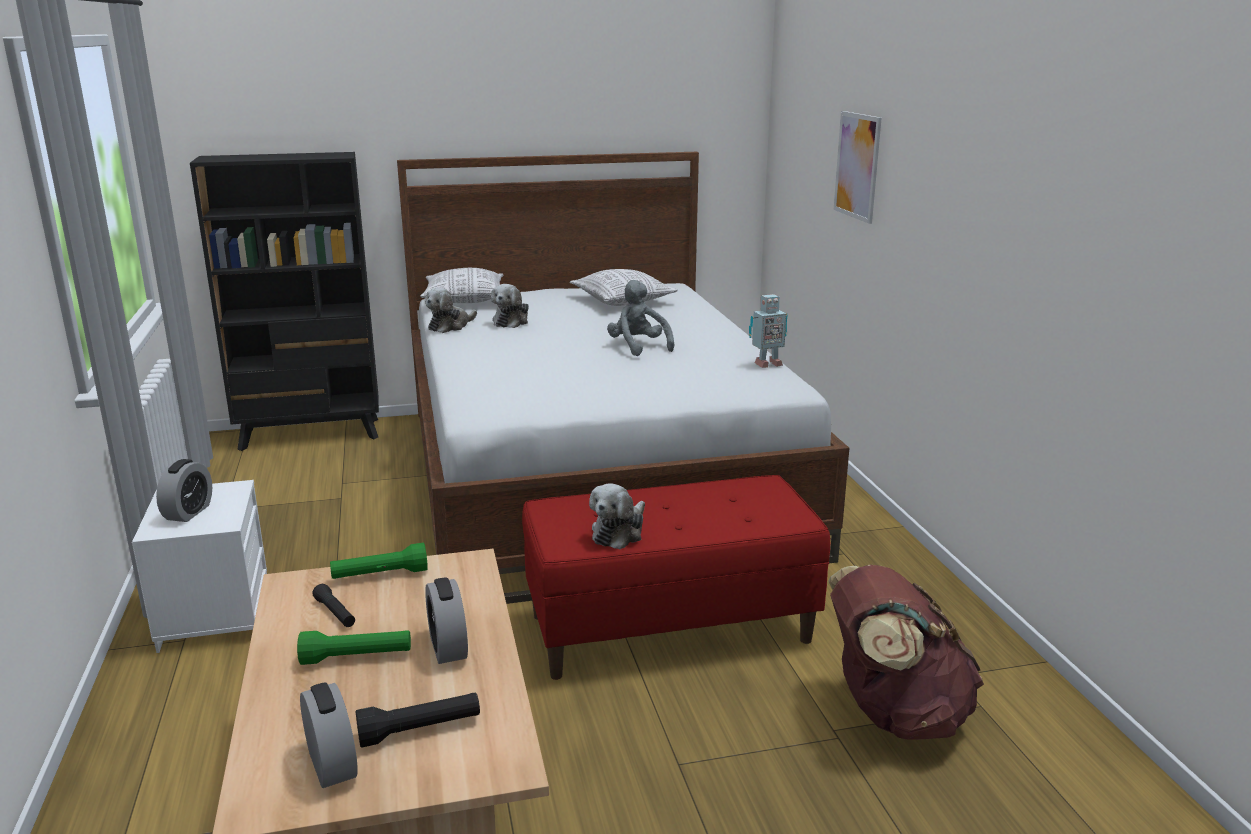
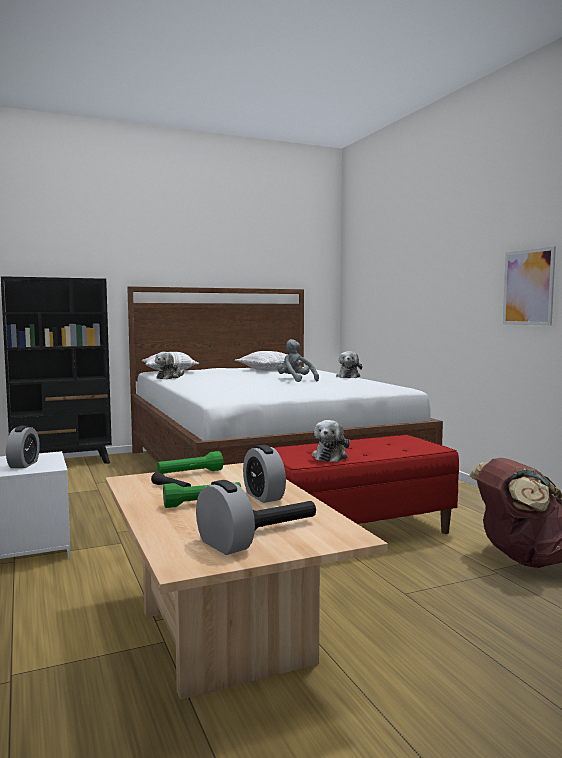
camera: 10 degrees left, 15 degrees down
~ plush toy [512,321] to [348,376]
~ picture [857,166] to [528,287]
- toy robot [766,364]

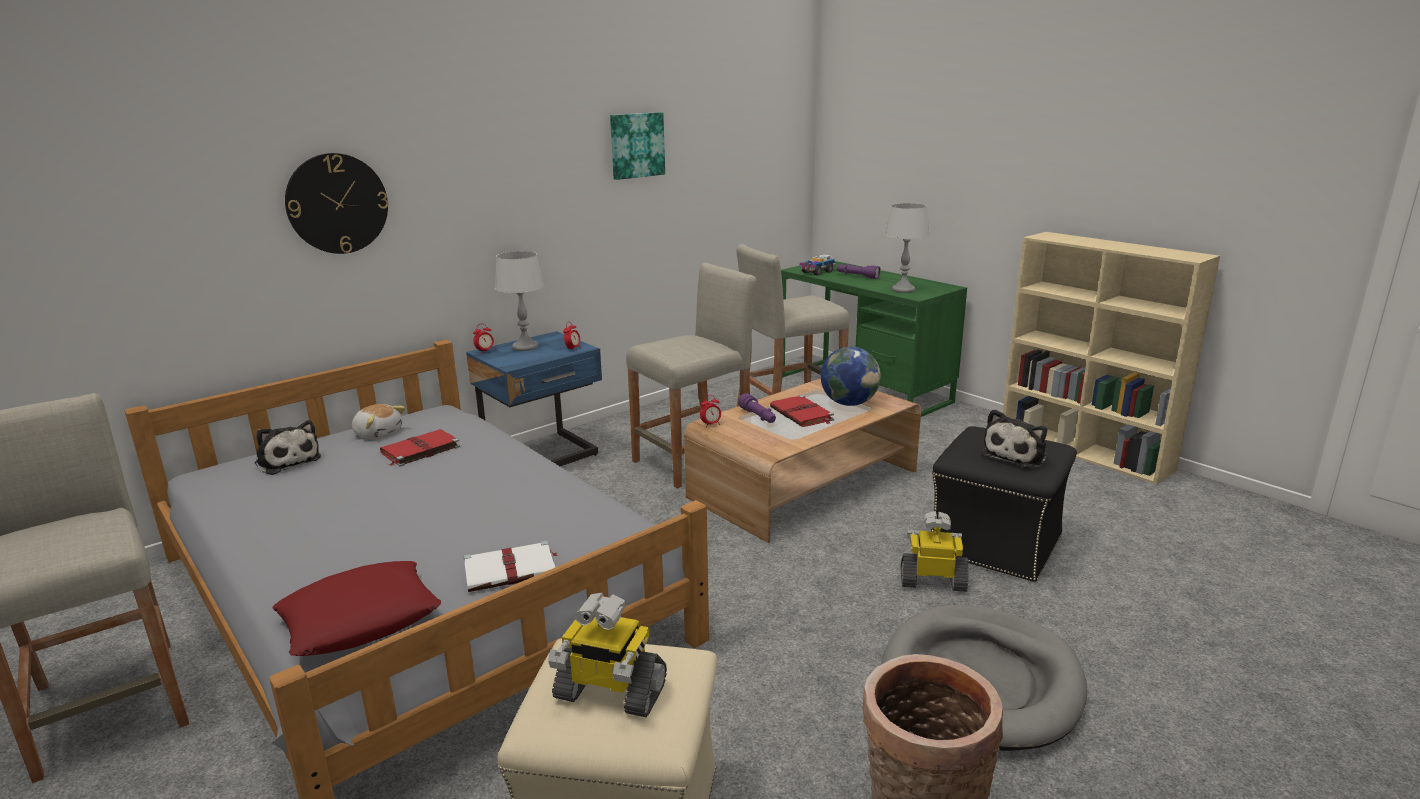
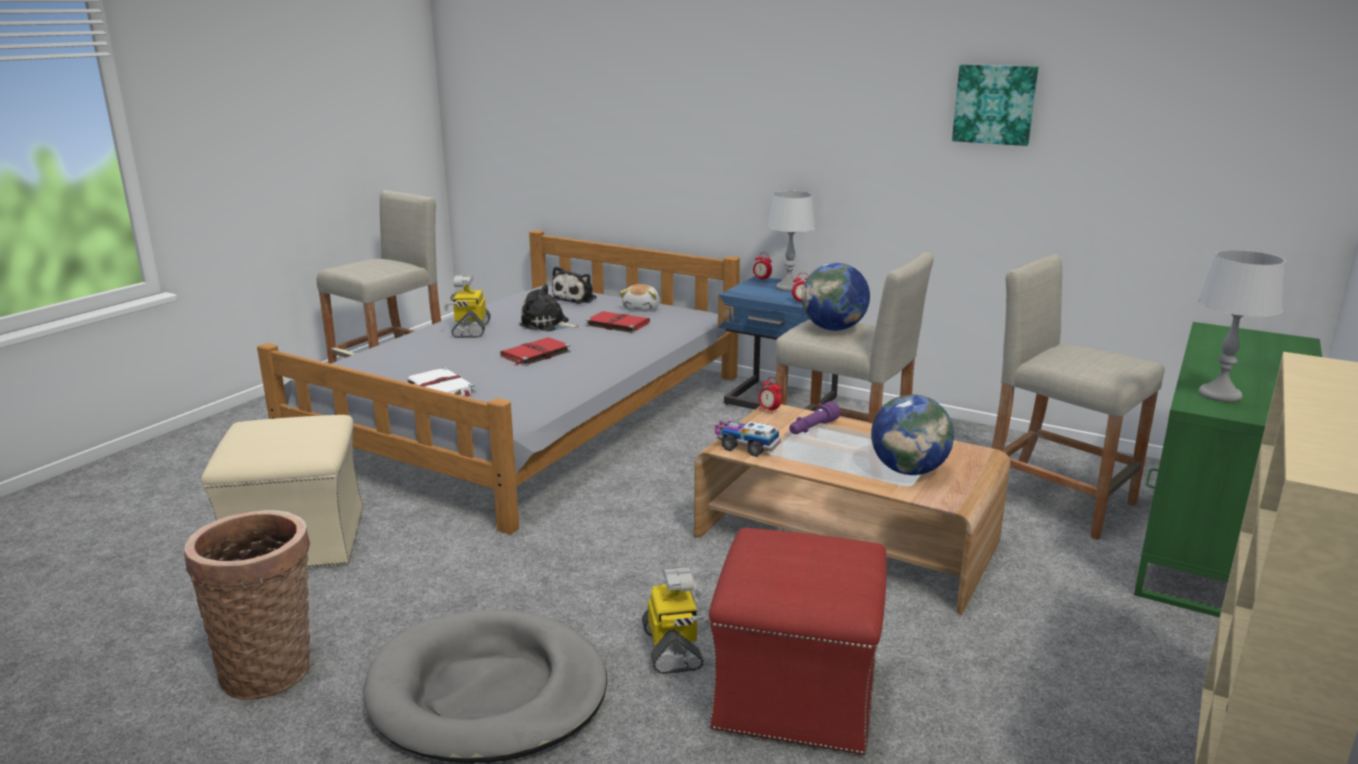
camera: 70 degrees right, 0 degrees up
~ toy robot [609,693] to [470,330]
~ red book [802,414] to [535,354]
~ plush toy [1016,455] to [547,325]
~ black ottoman [996,544] to red ottoman [796,695]
~ toy truck [816,272] to [746,447]
+ globe [833,329]
- red pillow [360,618]
- wall clock [337,203]
- purple flashlight [857,276]

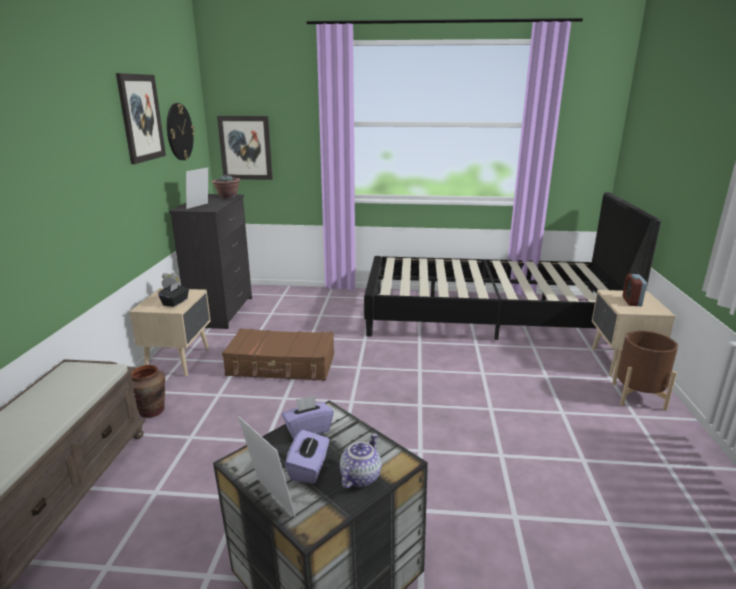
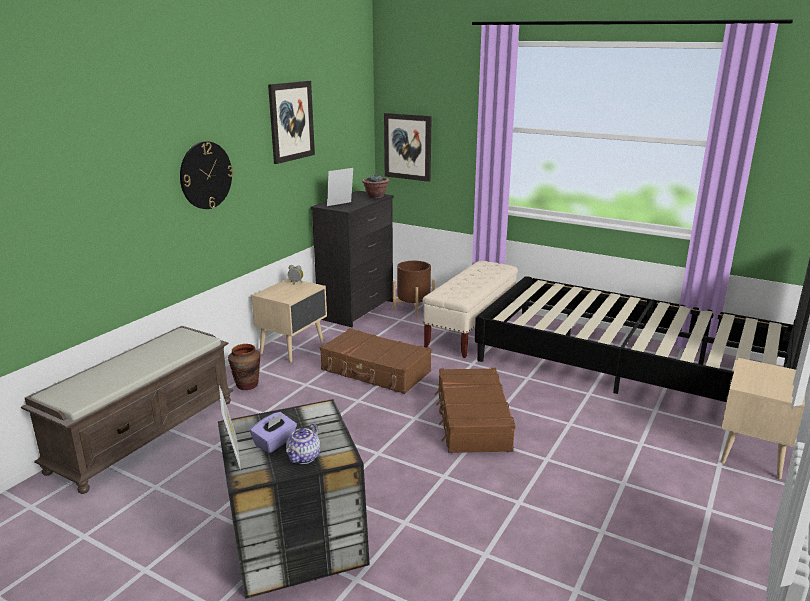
camera: 25 degrees right, 0 degrees up
~ wall clock [179,132] to [205,175]
~ teapot [359,476] = [304,458] 150 degrees clockwise
~ brown planter [638,396] to [413,308]
+ beige bench [471,330]
+ brown suitcase [472,421]
- black tissue box [175,302]
- purple tissue box [308,430]
- alarm clock [631,301]

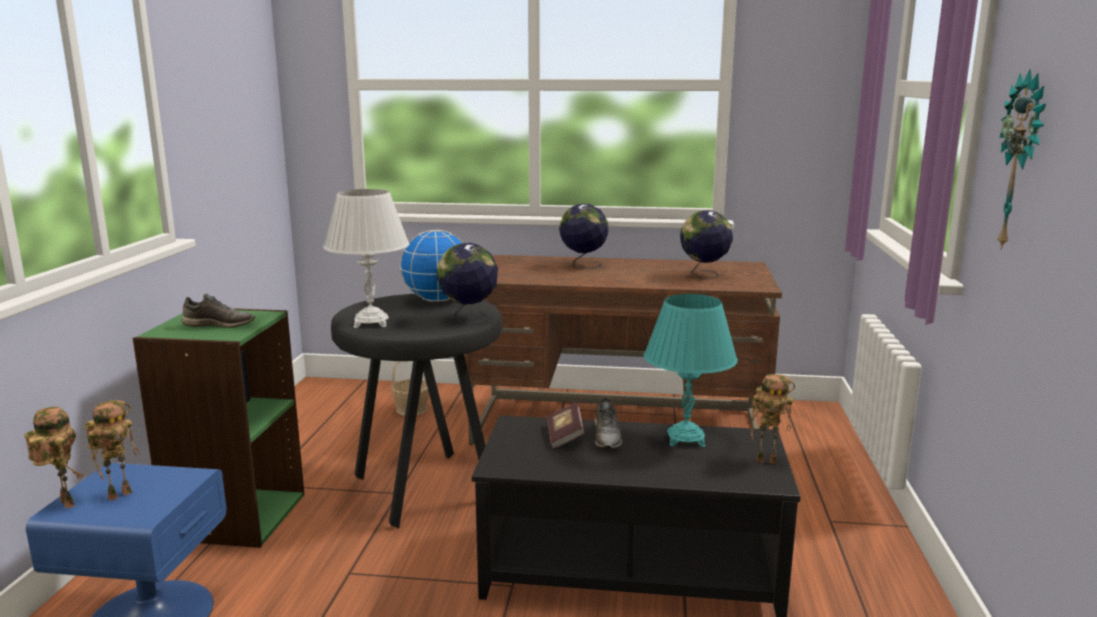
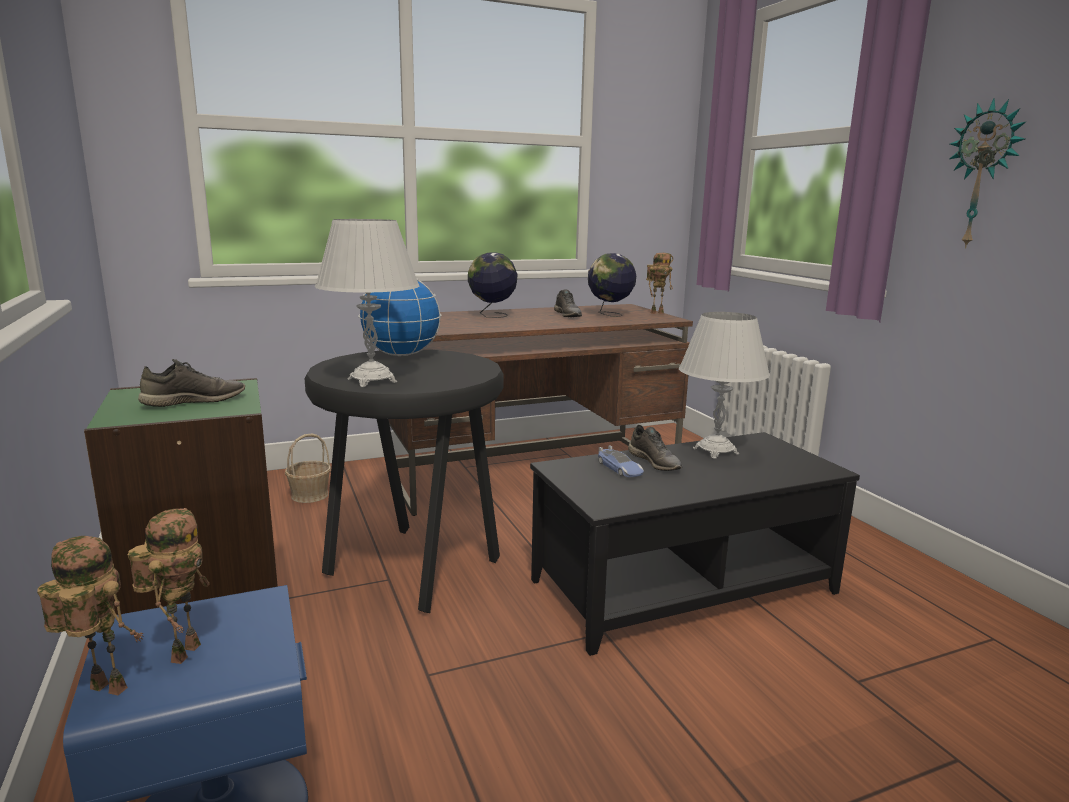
camera: 30 degrees left, 0 degrees up
+ grey shoe [568,315]
~ book [564,436] to toy car [619,469]
~ toy robot [768,460] to [657,313]
~ turquoise table lamp [685,439] to white table lamp [715,451]
- globe [468,319]

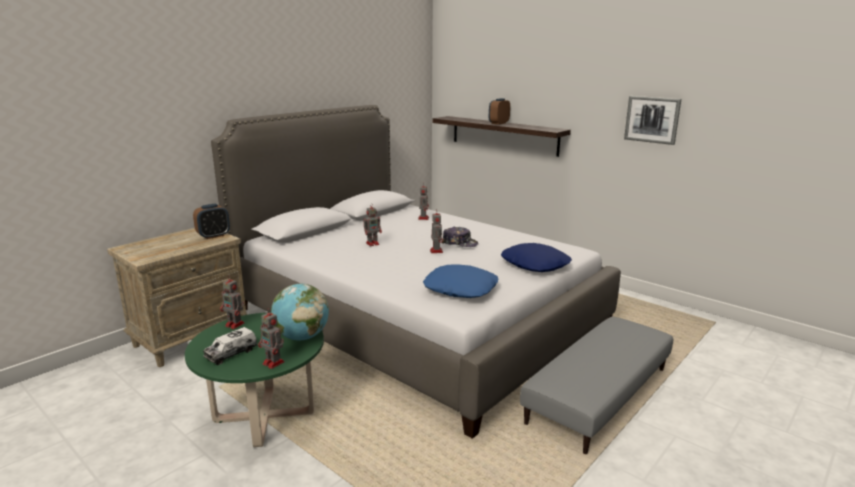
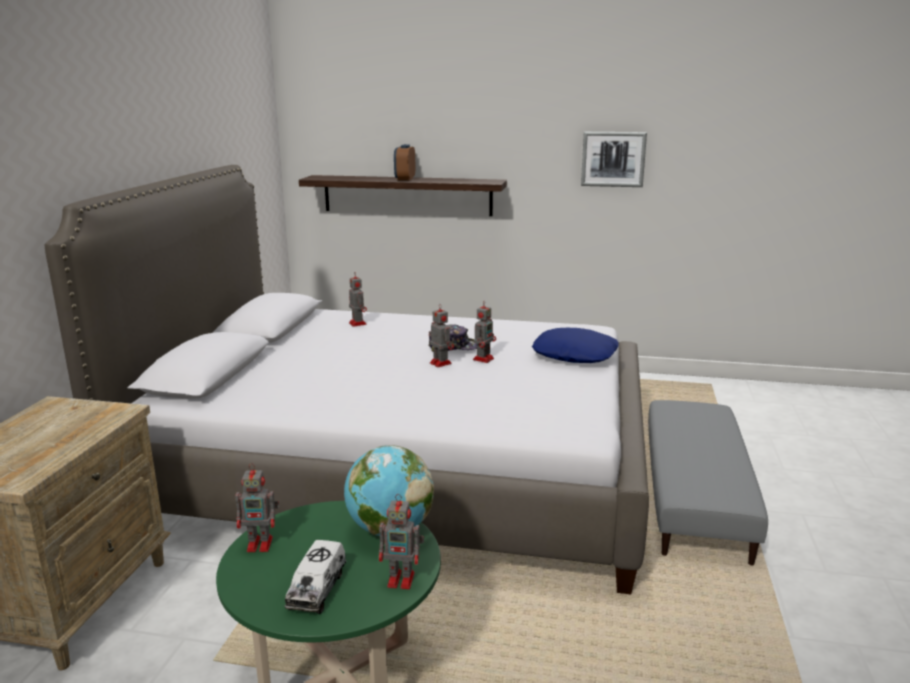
camera: 30 degrees left, 0 degrees up
~ toy robot [373,243] to [484,358]
- alarm clock [213,236]
- blue pillow [461,288]

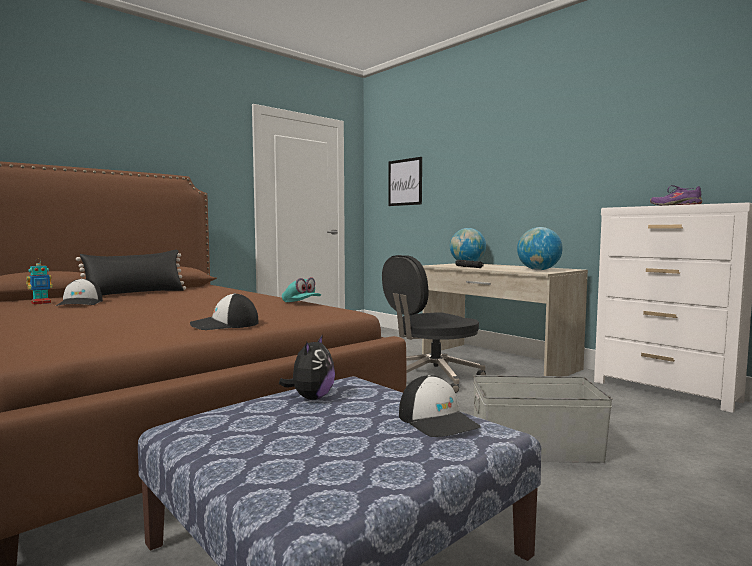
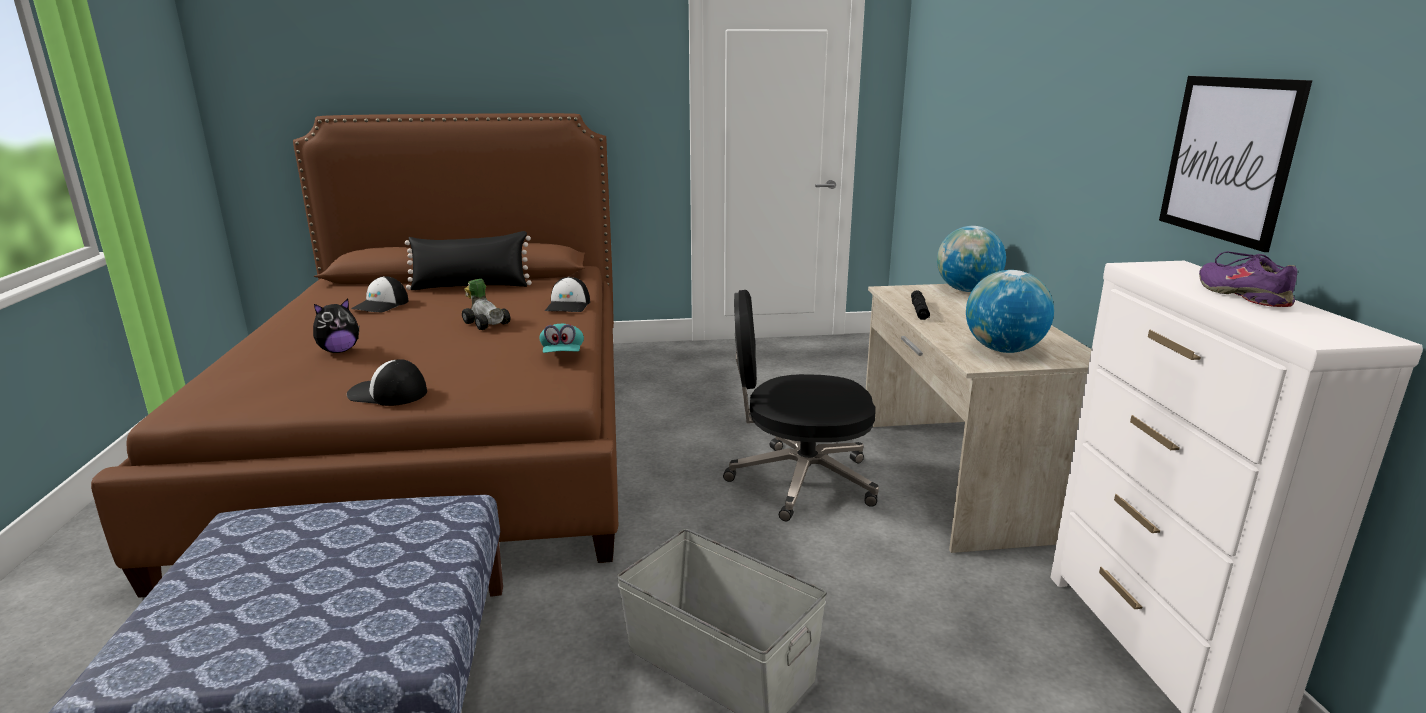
camera: 35 degrees right, 15 degrees up
~ plush toy [311,398] to [339,351]
+ toy car [486,322]
~ cap [438,421] to [568,306]
~ picture [405,182] to [1228,159]
- toy robot [41,303]

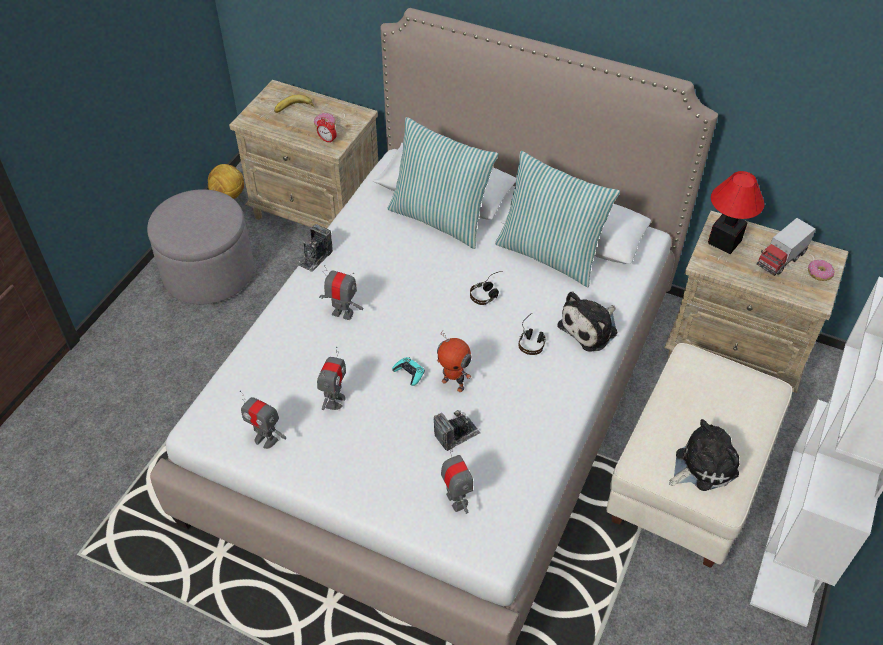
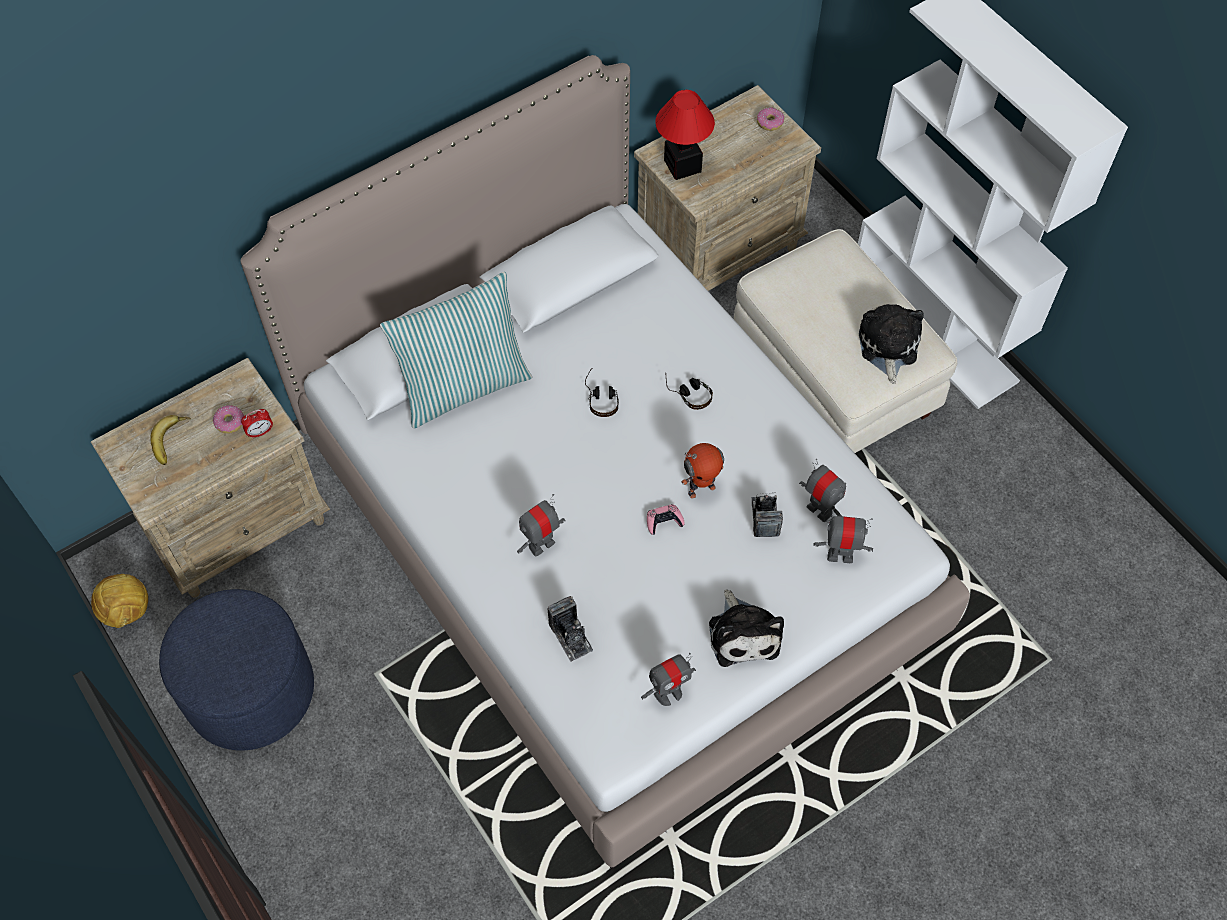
camera: 60 degrees left, 10 degrees up
~ grey ottoman [209,273] to blue ottoman [250,690]
~ photo camera [315,257] to [570,636]
~ turquoise game controller [409,373] to pink game controller [664,521]
~ plush toy [590,328] to [743,633]
~ toy robot [335,401] to [819,510]
- pillow [550,254]
- toy truck [780,259]

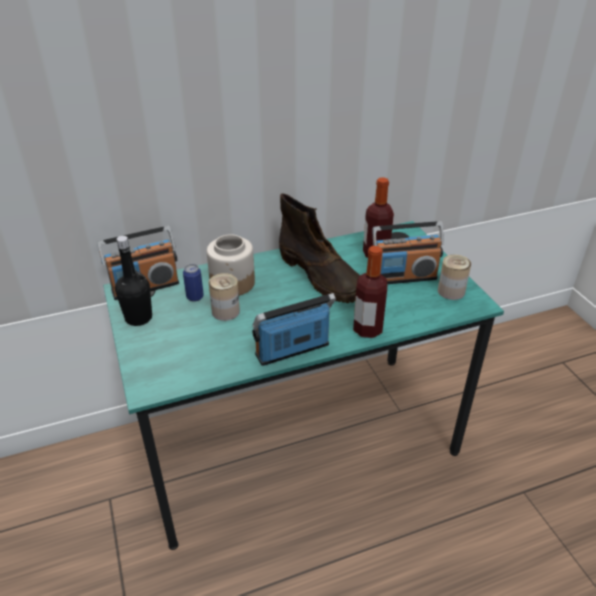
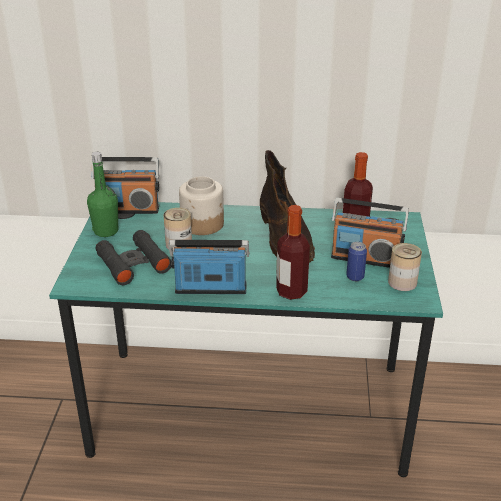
camera: 25 degrees right, 5 degrees down
~ black bottle [138,318] to green bottle [106,231]
+ black binoculars [133,263]
~ can [195,297] to [355,277]

